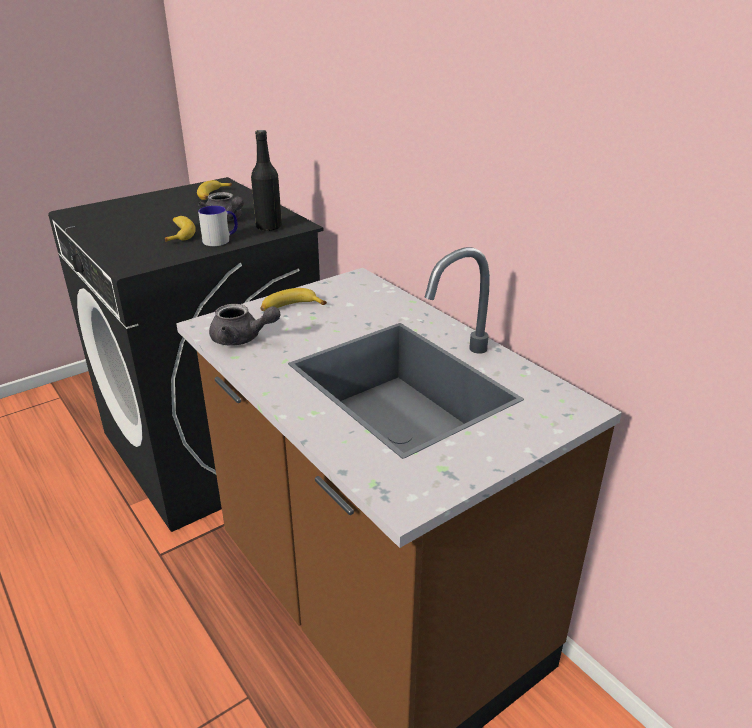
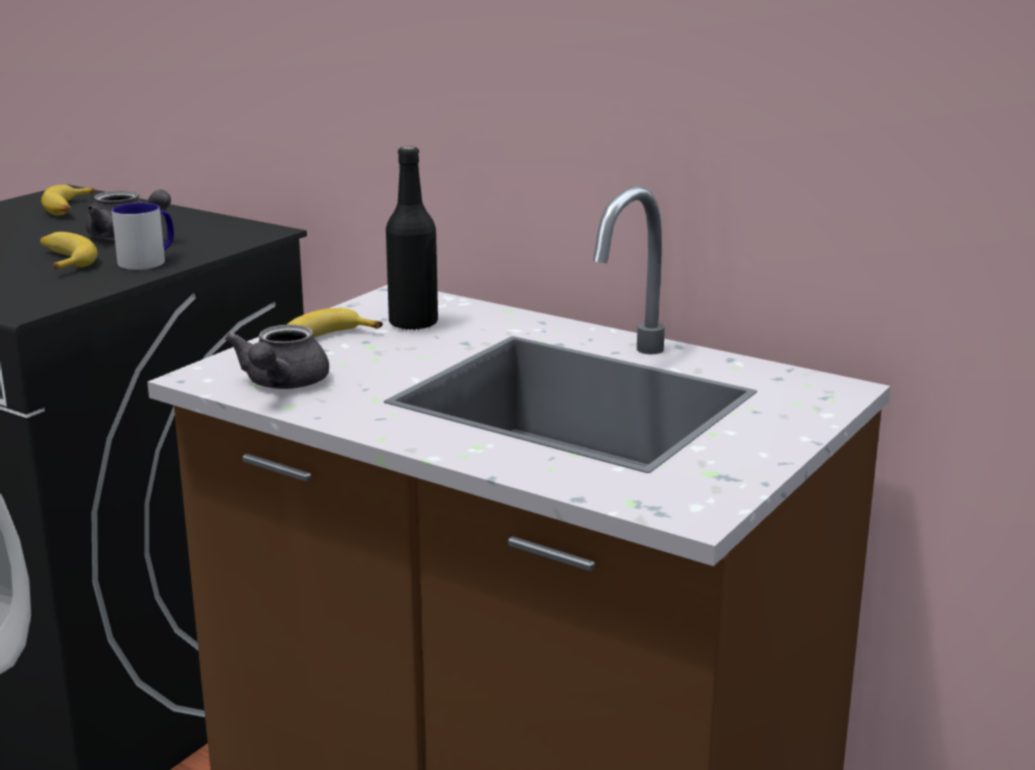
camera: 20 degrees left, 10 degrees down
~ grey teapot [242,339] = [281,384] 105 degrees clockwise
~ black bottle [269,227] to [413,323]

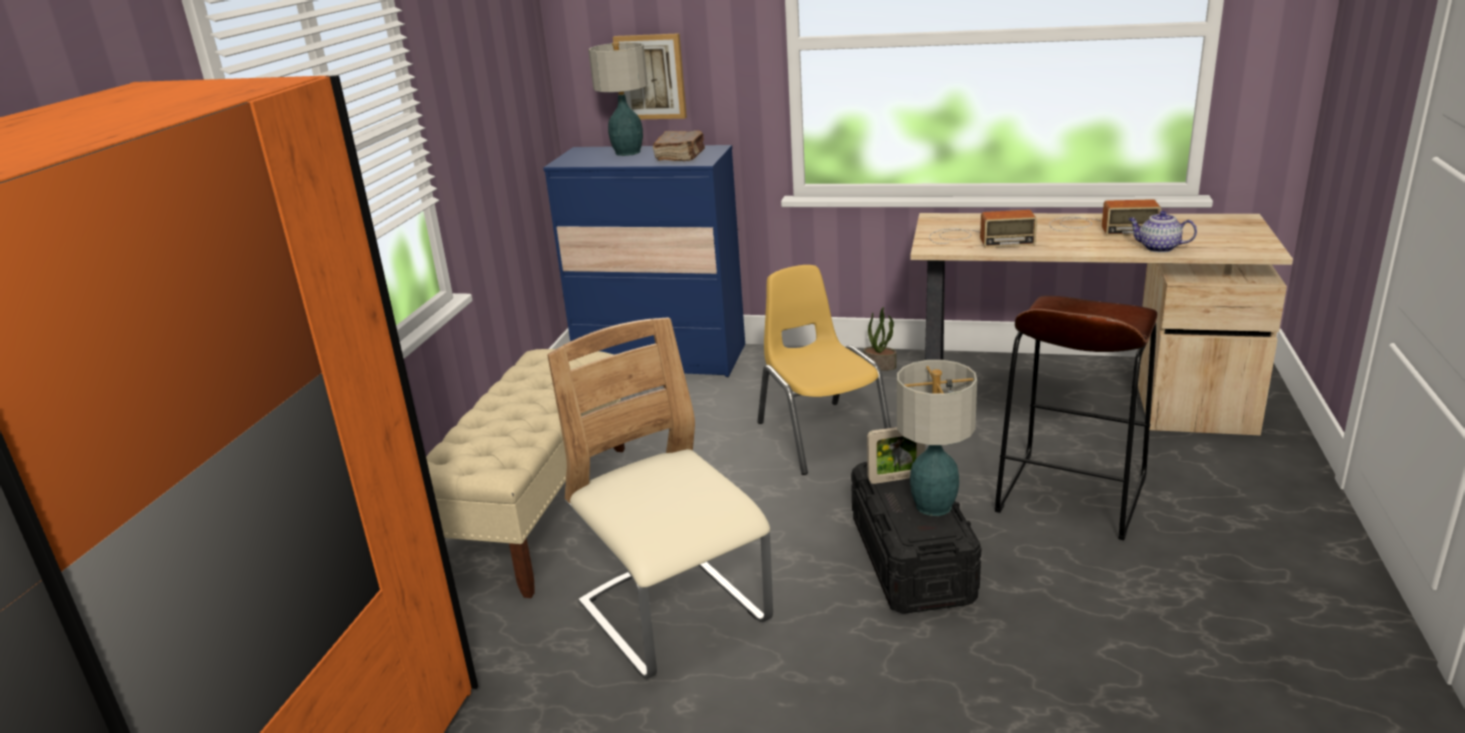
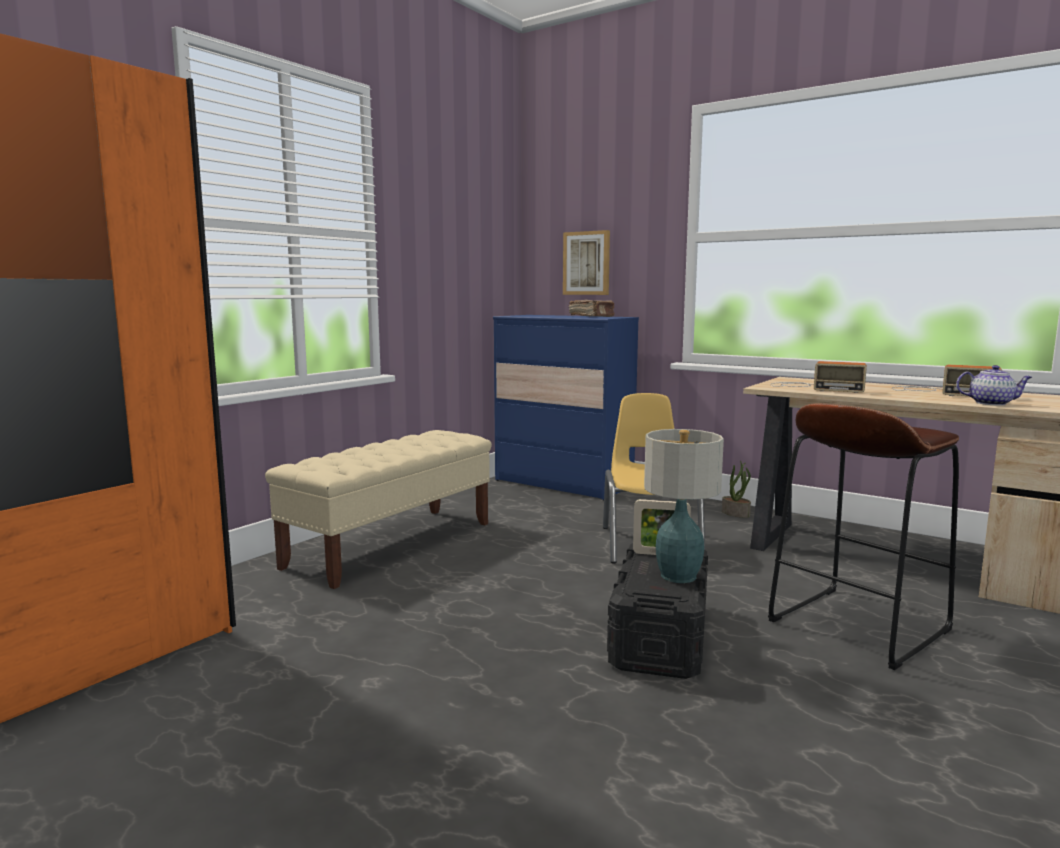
camera: 20 degrees right, 15 degrees down
~ teapot [1158,248] = [991,403] 150 degrees clockwise
- beige chair [674,615]
- table lamp [627,153]

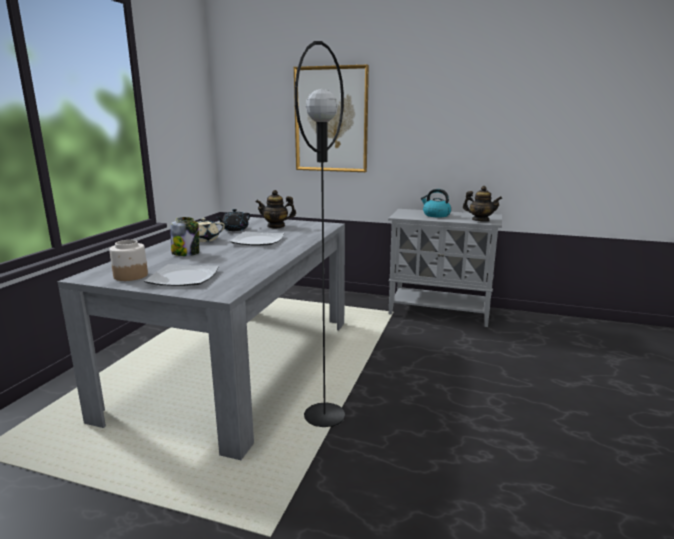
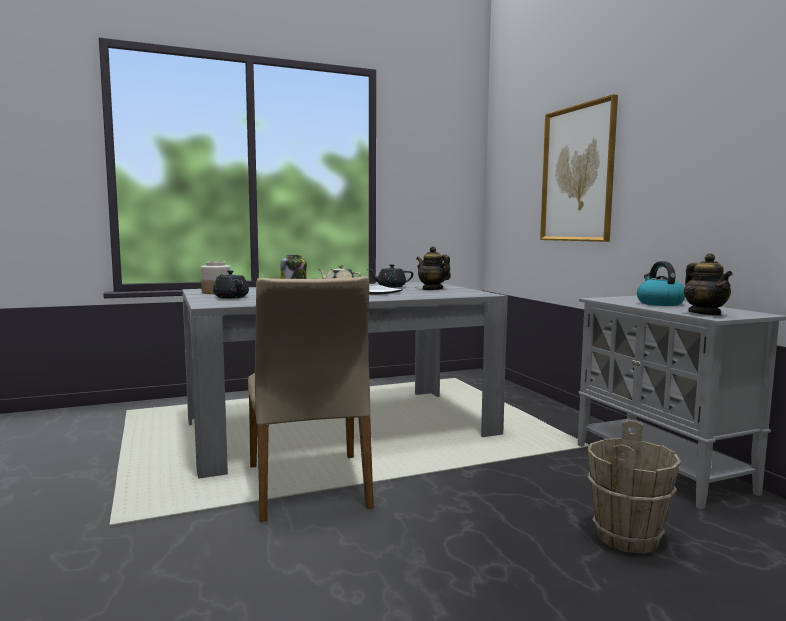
camera: 50 degrees right, 10 degrees down
~ plate [182,278] to black teapot [231,297]
~ black floor lamp [324,415] to beige chair [309,486]
+ brown bucket [628,538]

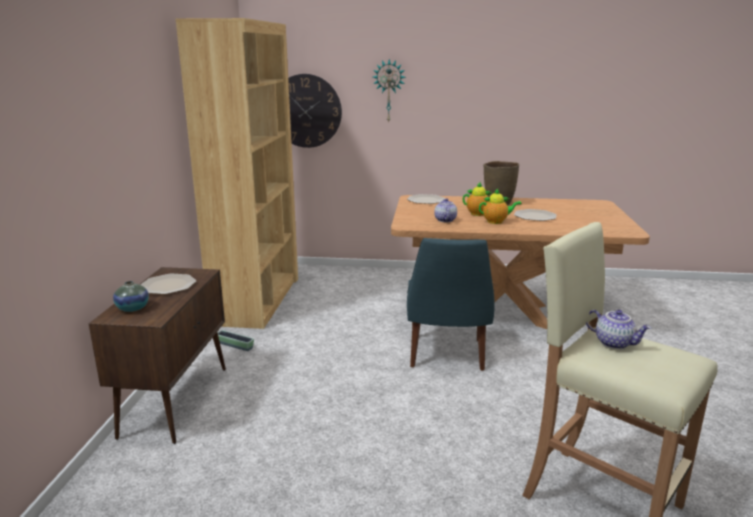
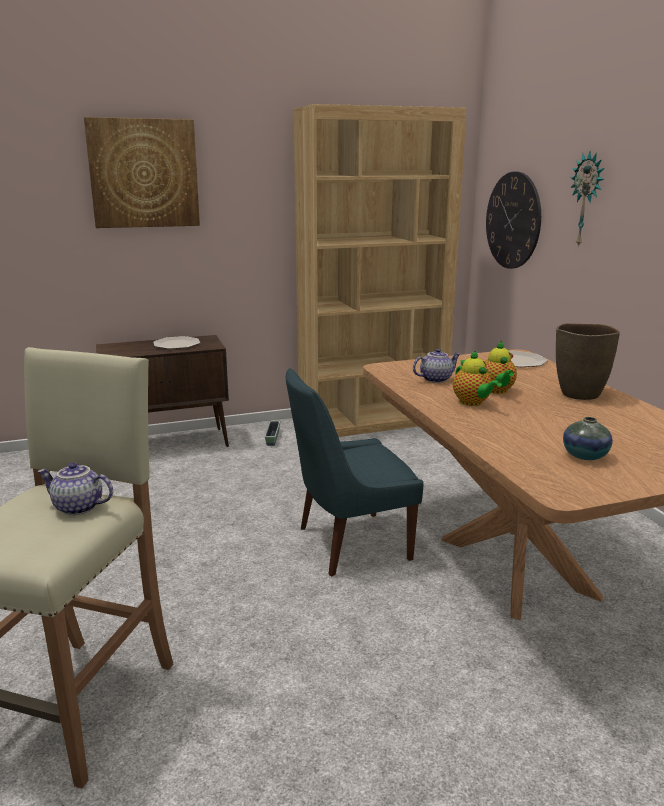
camera: 65 degrees right, 0 degrees up
~ teapot [614,343] = [77,508] 90 degrees clockwise
+ picture [144,173]
~ vase [133,308] to [585,456]
- plate [534,216]

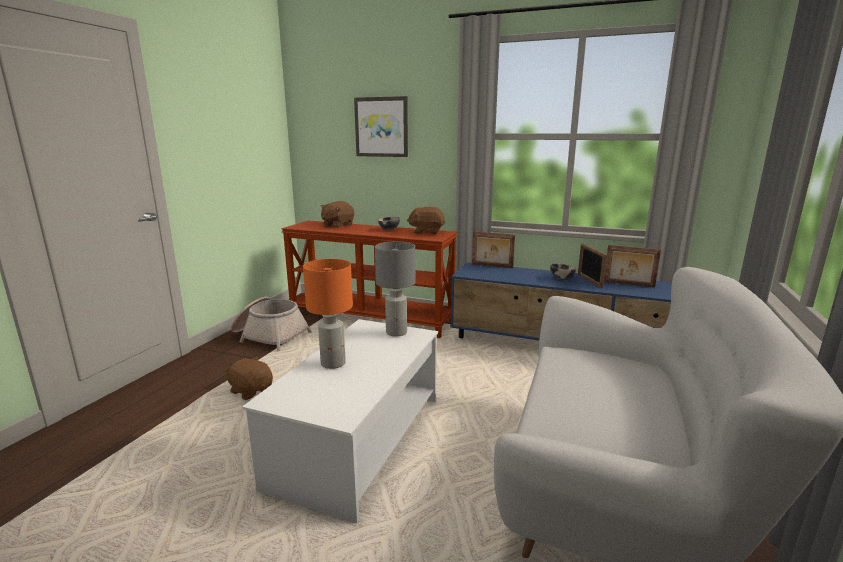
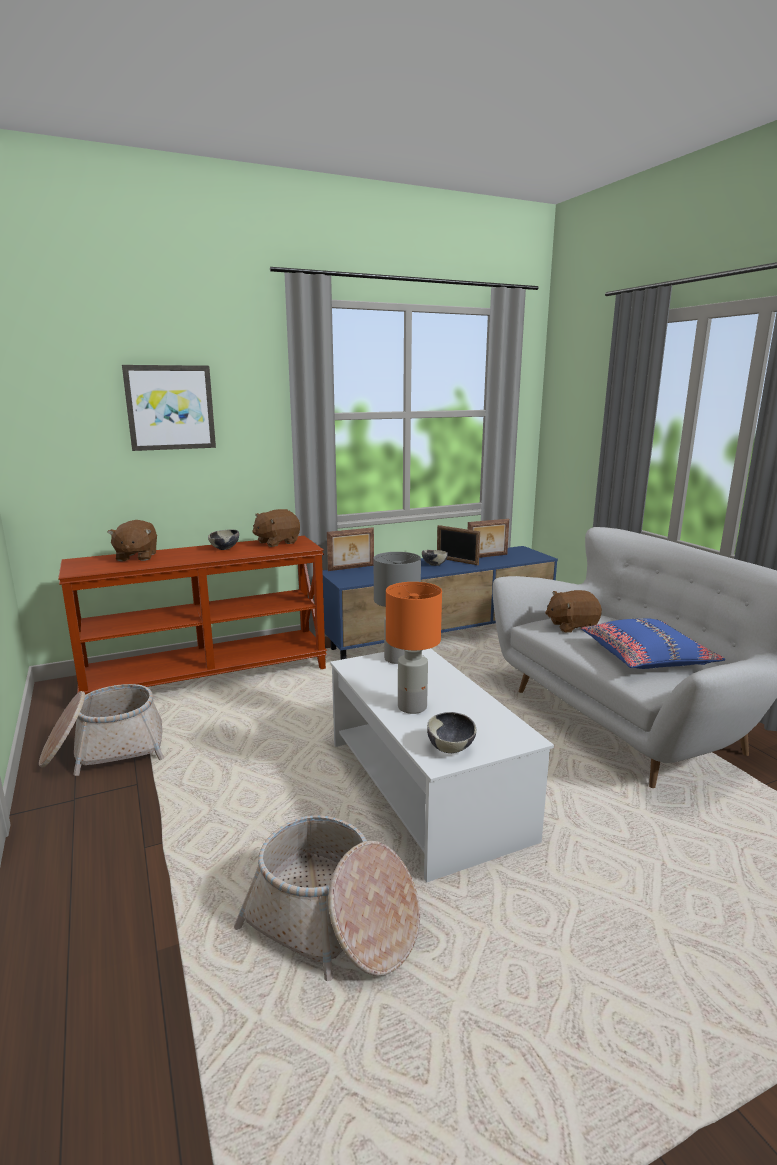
camera: 45 degrees left, 0 degrees up
+ basket [333,922]
+ bowl [451,748]
~ brown plush toy [251,391] to [571,626]
+ blue pillow [647,657]

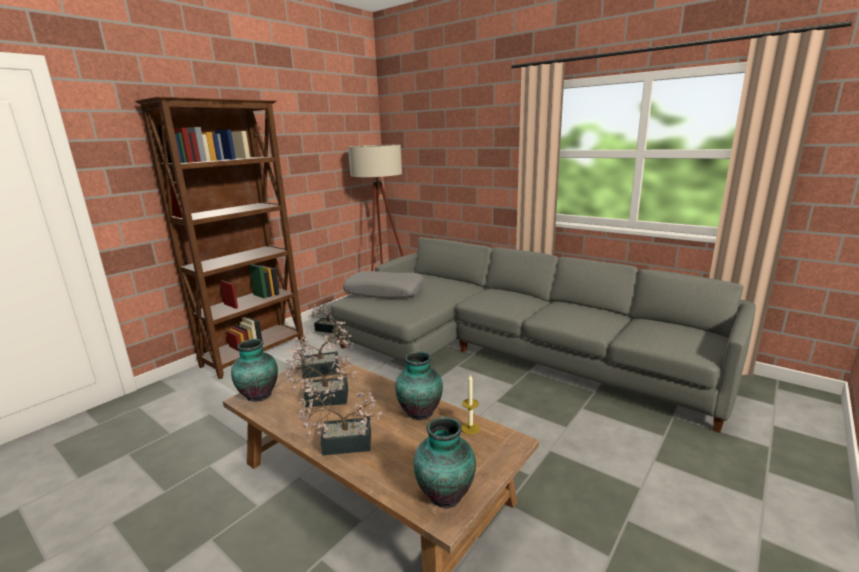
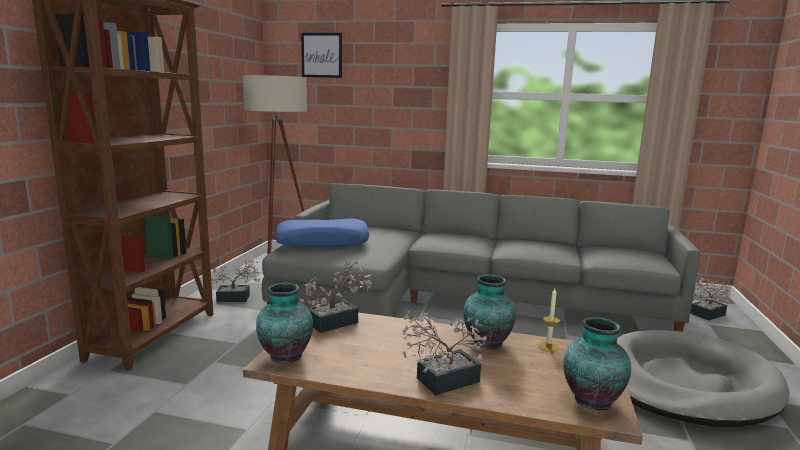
camera: 25 degrees left, 5 degrees down
~ grey pillow [385,292] to blue pillow [323,242]
+ picture [321,55]
+ grey dog bed [685,383]
~ potted plant [322,398] to [704,315]

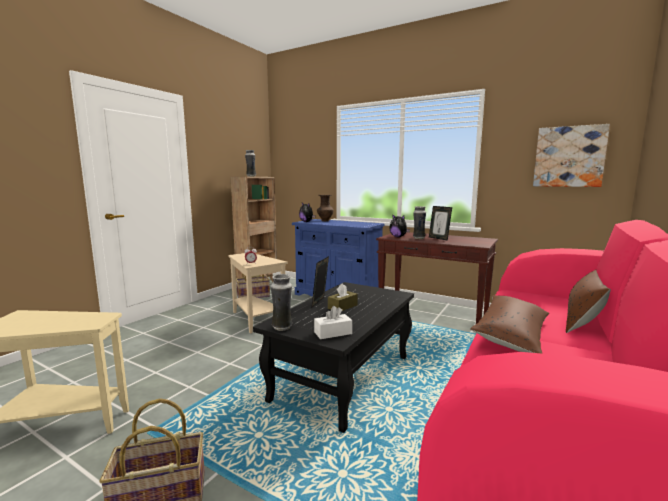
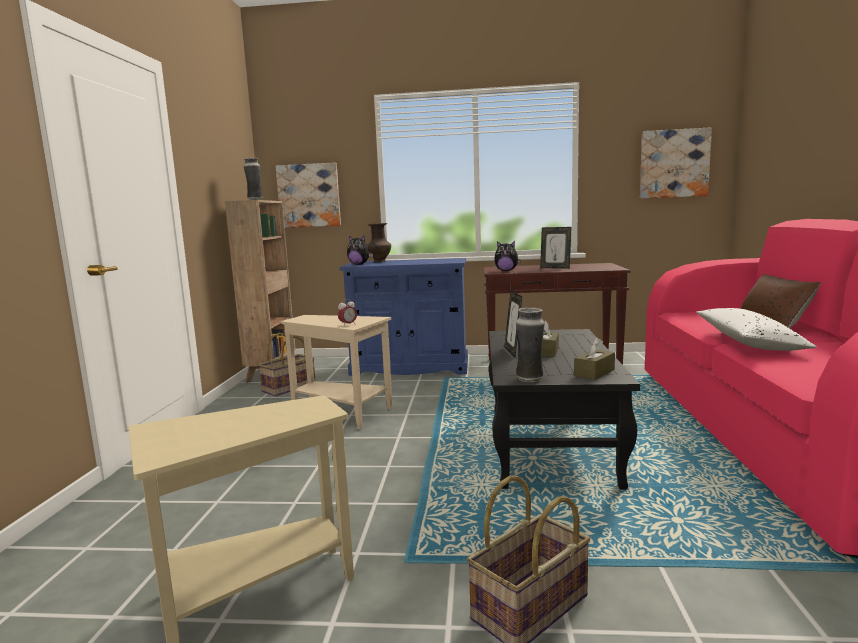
camera: 25 degrees left, 0 degrees up
+ picture [309,195]
~ white tissue box [333,333] to brown tissue box [594,373]
~ brown pillow [511,334] to white pillow [748,342]
- vase [418,238]

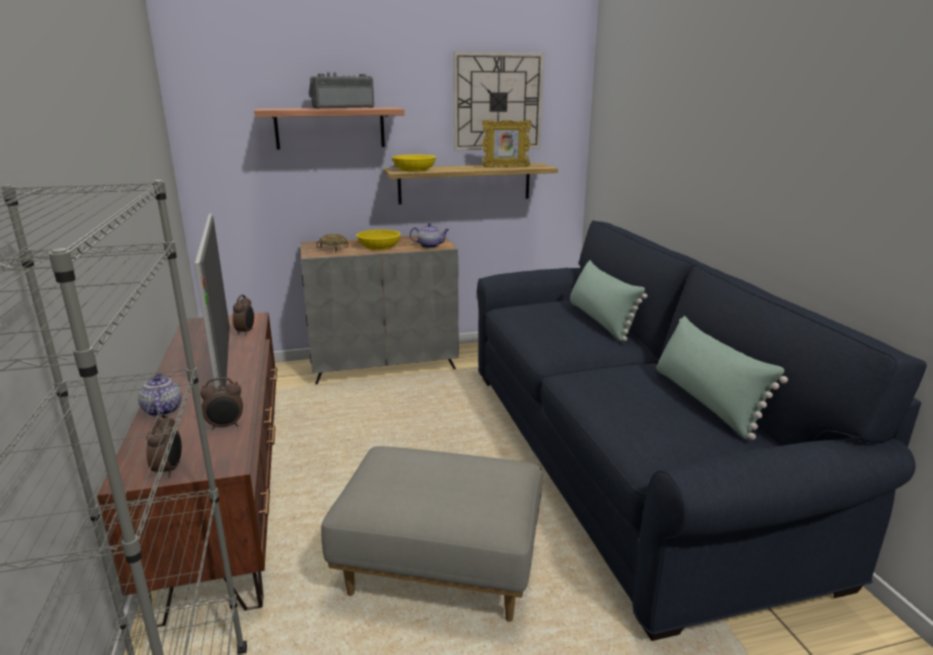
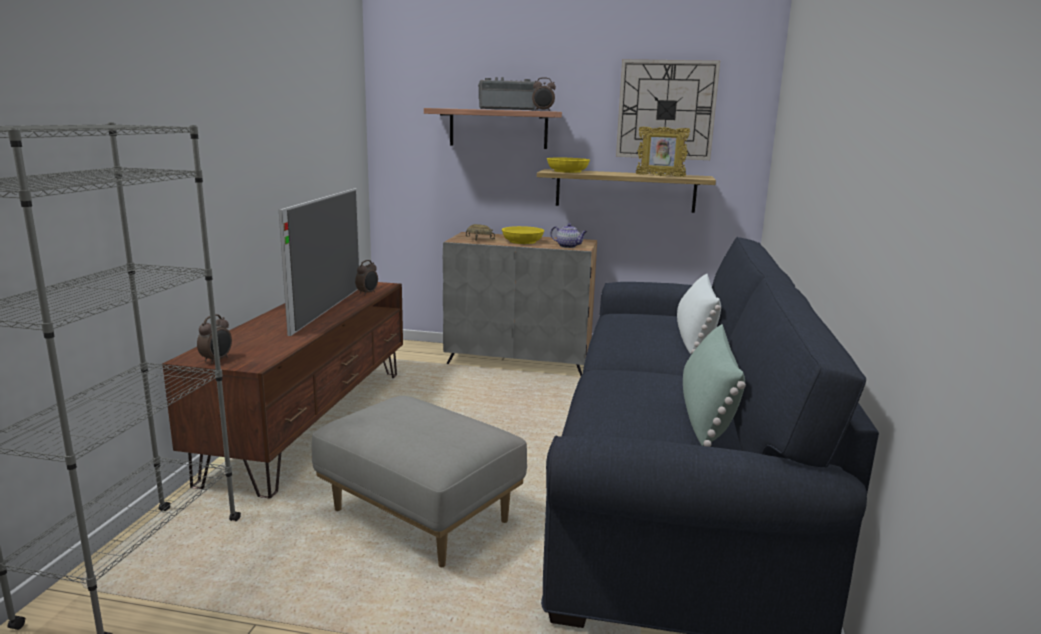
camera: 25 degrees right, 5 degrees down
~ alarm clock [225,426] to [543,110]
~ green pillow [600,320] to white pillow [694,336]
- teapot [162,410]

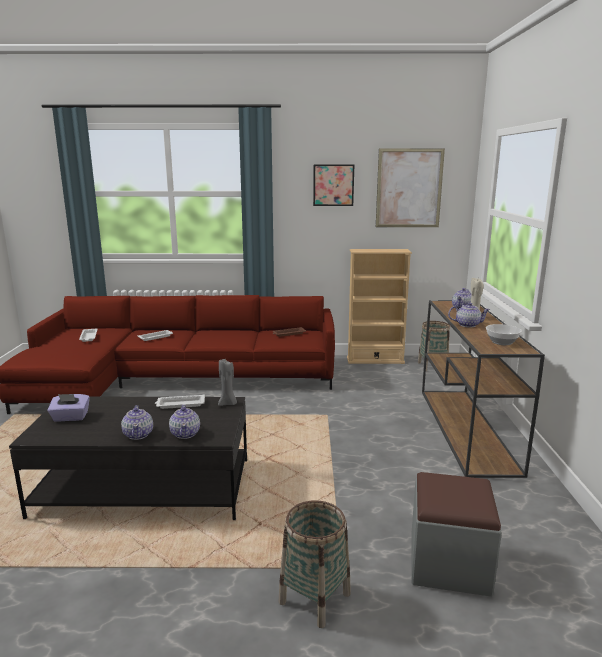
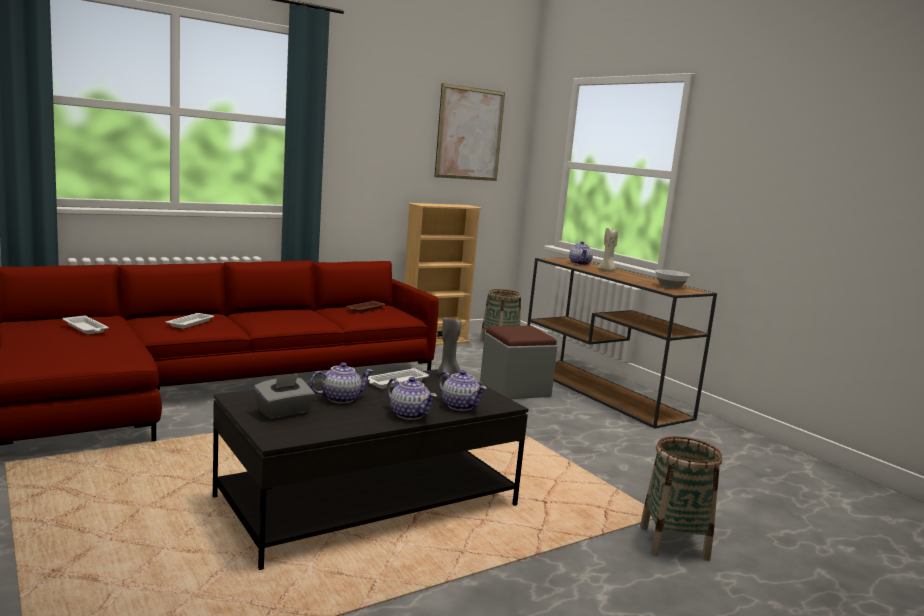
camera: 35 degrees left, 5 degrees down
~ purple tissue box [70,417] to grey tissue box [284,412]
~ teapot [467,325] to [341,398]
~ grey ottoman [449,563] to [515,389]
- picture [333,185]

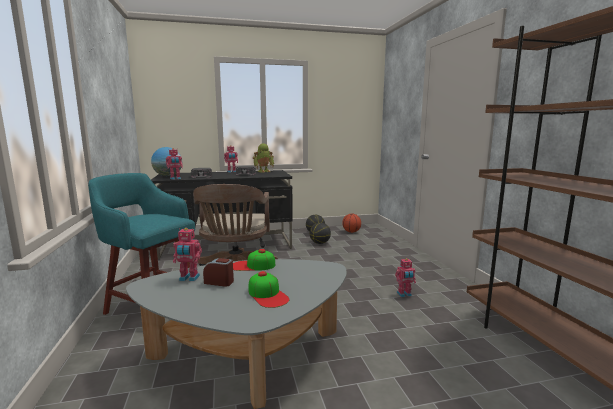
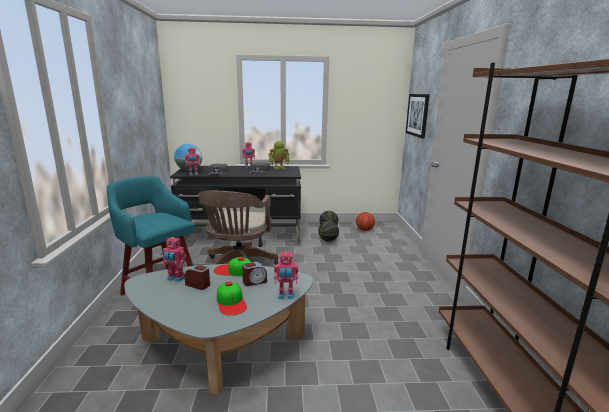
camera: 10 degrees right, 5 degrees up
+ alarm clock [254,281]
~ toy robot [404,294] to [286,296]
+ picture [417,115]

